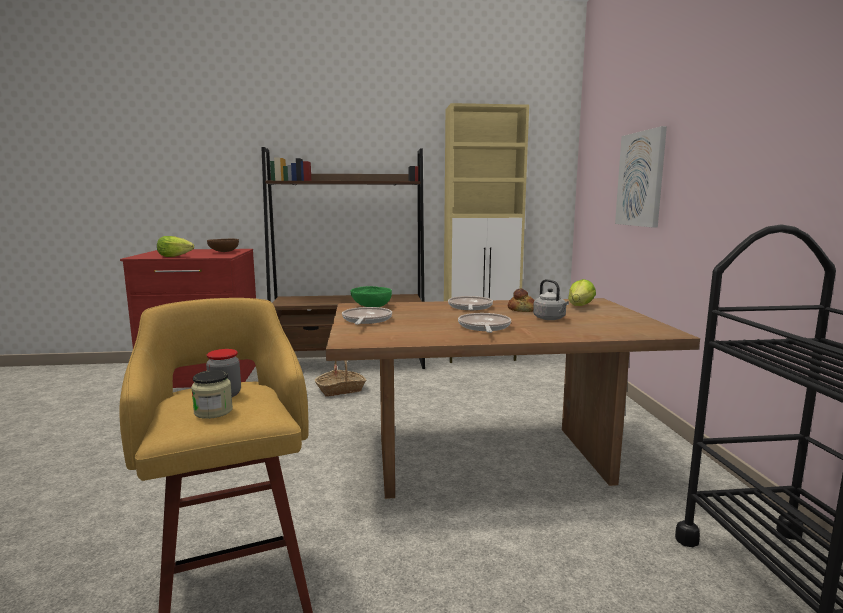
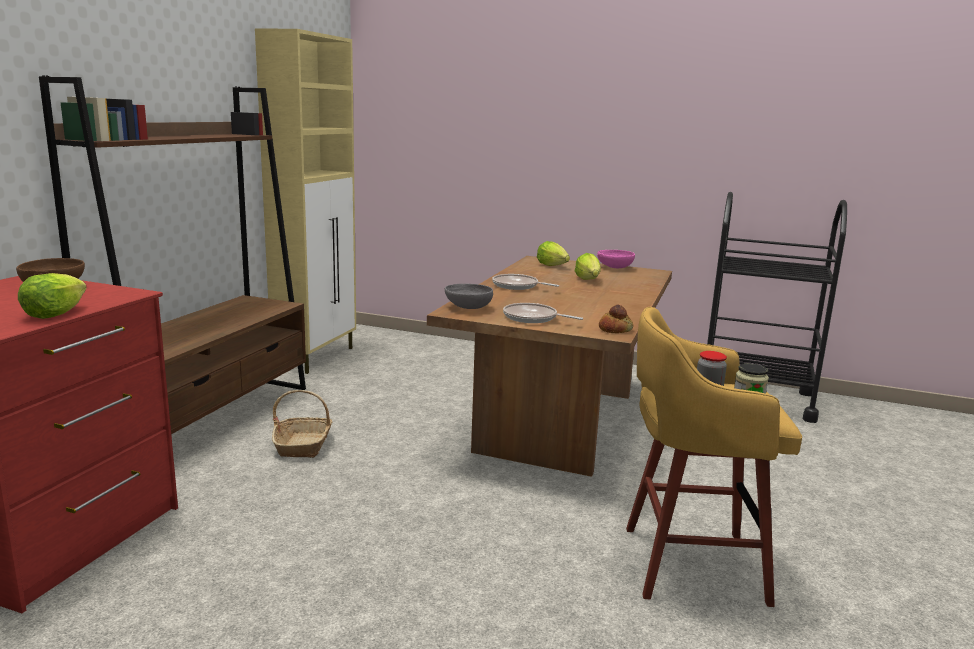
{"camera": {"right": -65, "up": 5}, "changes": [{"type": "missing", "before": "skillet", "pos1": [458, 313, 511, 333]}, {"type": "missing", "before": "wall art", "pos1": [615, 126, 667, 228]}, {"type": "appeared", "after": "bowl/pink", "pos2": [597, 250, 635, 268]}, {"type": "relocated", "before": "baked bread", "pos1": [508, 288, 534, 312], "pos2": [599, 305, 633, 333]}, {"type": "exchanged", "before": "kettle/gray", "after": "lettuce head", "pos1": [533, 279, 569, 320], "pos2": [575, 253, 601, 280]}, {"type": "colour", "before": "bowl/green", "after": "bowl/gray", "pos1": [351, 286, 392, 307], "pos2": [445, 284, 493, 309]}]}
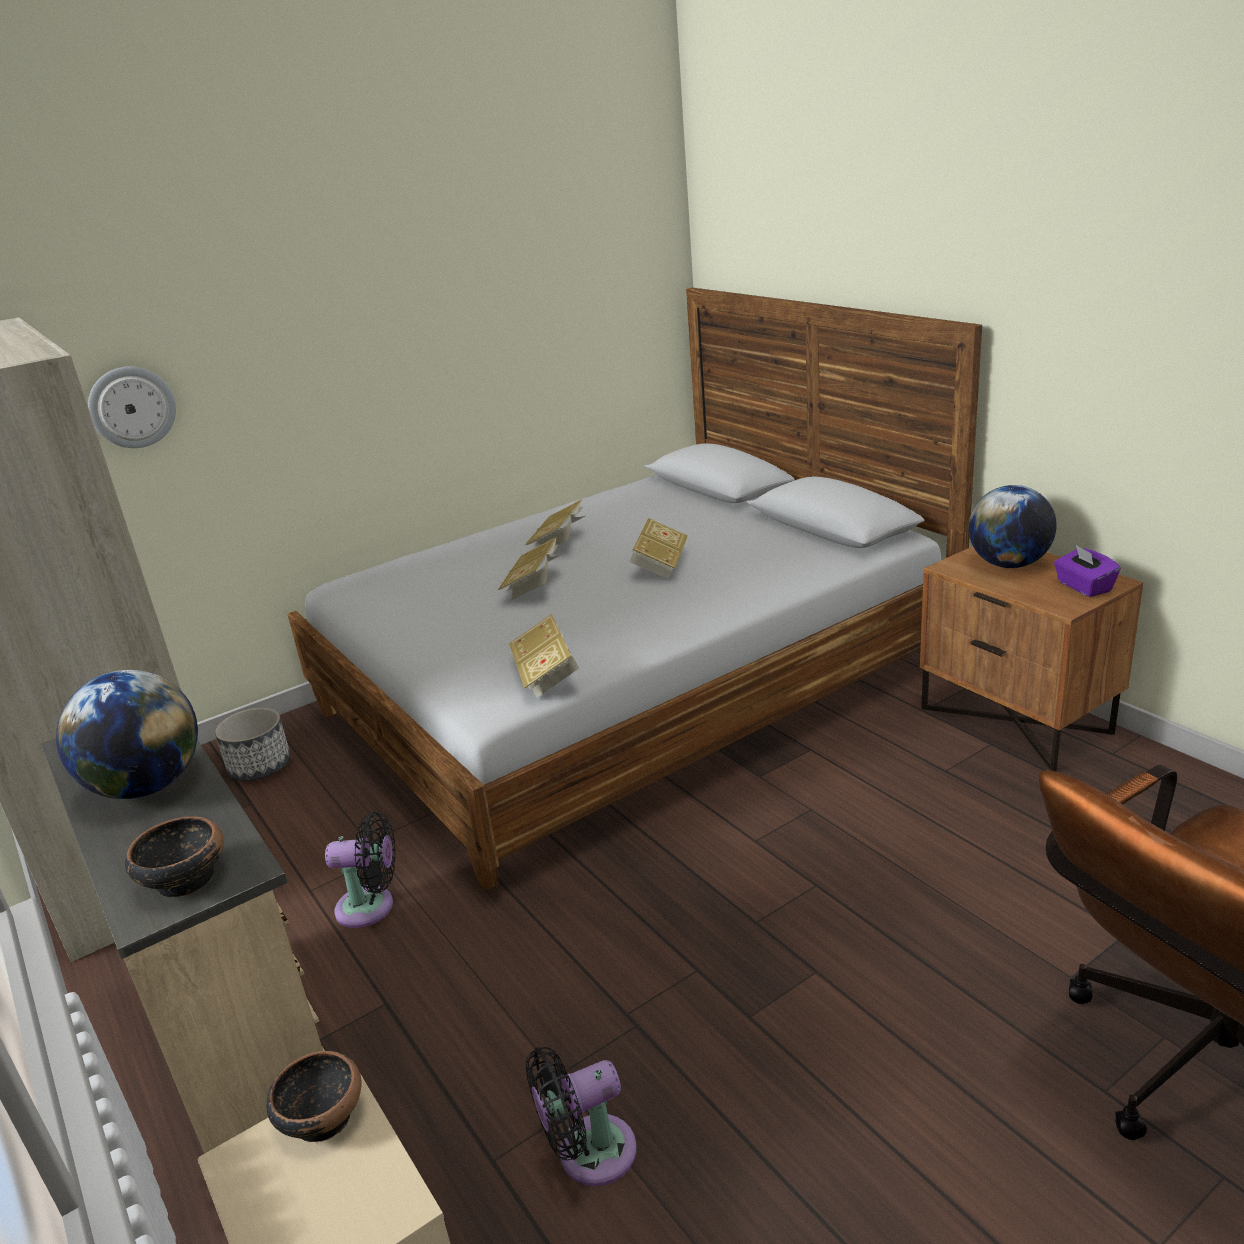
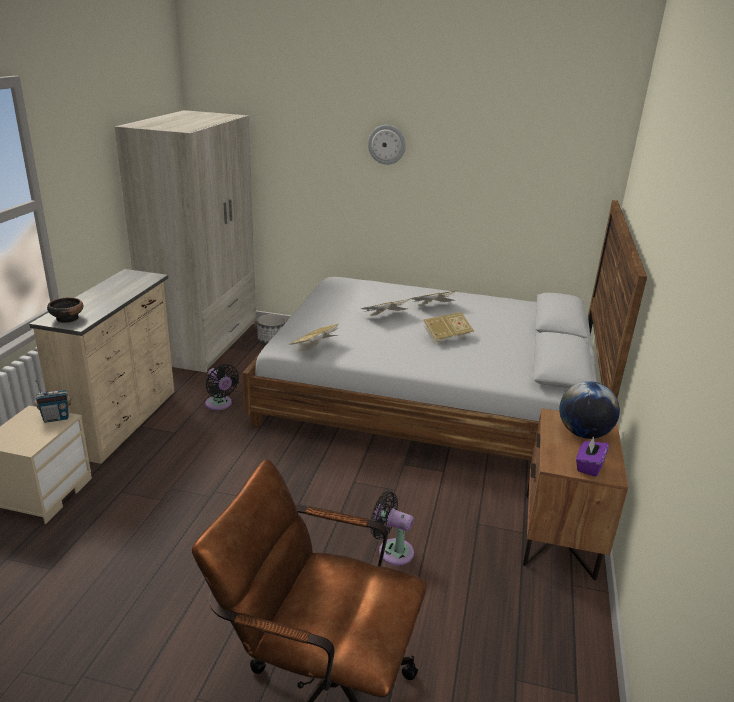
{"camera": {"right": 45, "up": 0}, "changes": [{"type": "missing", "before": "desk globe", "pos1": [56, 670, 198, 799]}, {"type": "relocated", "before": "clock on the wall", "pos1": [88, 367, 176, 448], "pos2": [368, 125, 406, 165]}, {"type": "relocated", "before": "cooling fan/black-coloured", "pos1": [525, 1047, 637, 1186], "pos2": [370, 491, 414, 566]}, {"type": "exchanged", "before": "bowl", "after": "radio set", "pos1": [266, 1051, 361, 1142], "pos2": [34, 380, 71, 423]}]}
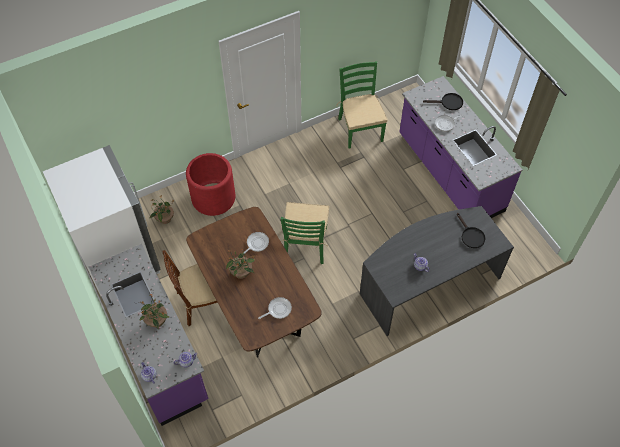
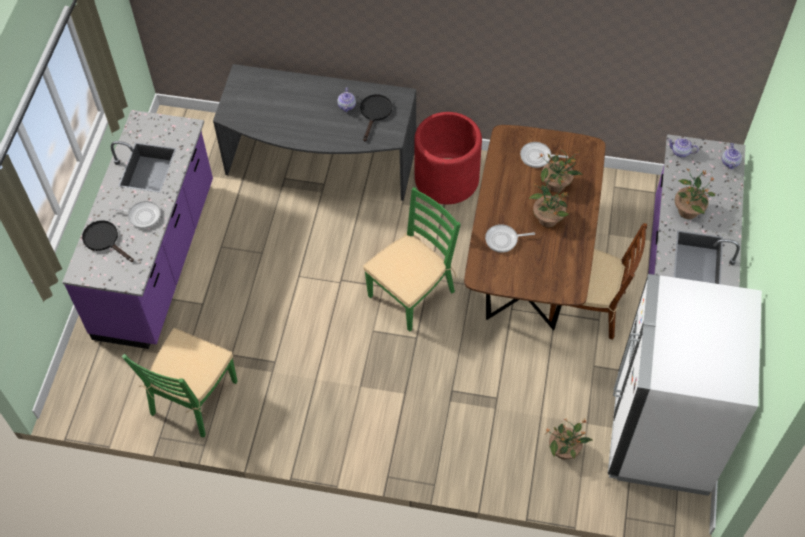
{"camera": {"right": -140, "up": 0}, "changes": [{"type": "appeared", "after": "potted plant", "pos2": [539, 147, 583, 192]}, {"type": "relocated", "before": "plant pot/reddish", "pos1": [186, 153, 235, 216], "pos2": [414, 112, 482, 204]}, {"type": "relocated", "before": "skillet/black-coloured", "pos1": [457, 213, 485, 248], "pos2": [360, 94, 392, 142]}]}
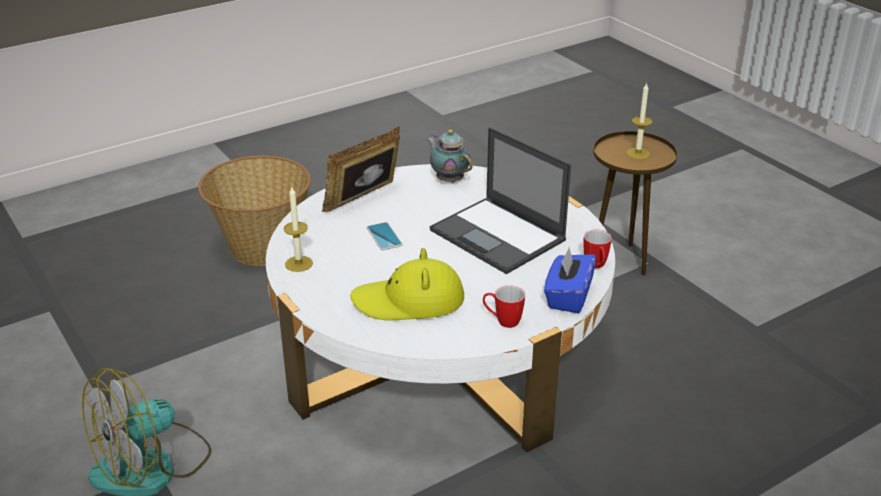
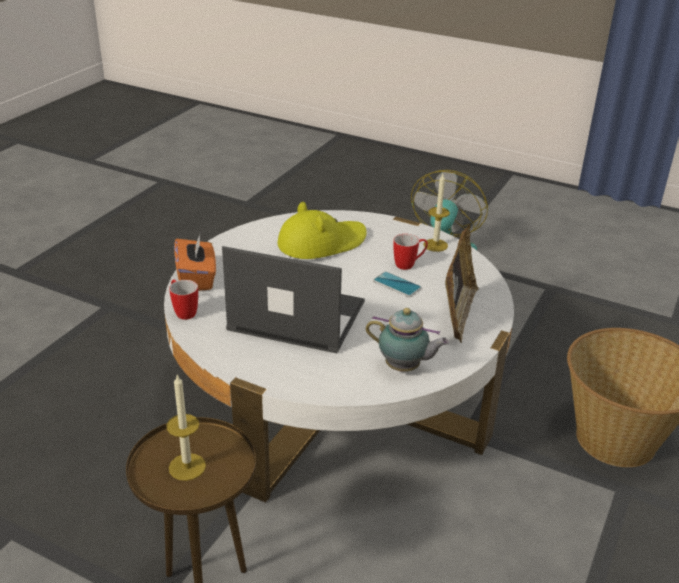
{"camera": {"right": 150, "up": 0}, "changes": [{"type": "relocated", "before": "tea mug", "pos1": [483, 285, 525, 328], "pos2": [393, 234, 428, 270]}, {"type": "colour", "before": "tissue box/bluish", "after": "tissue box/orange", "pos1": [544, 247, 596, 313], "pos2": [174, 234, 216, 291]}]}
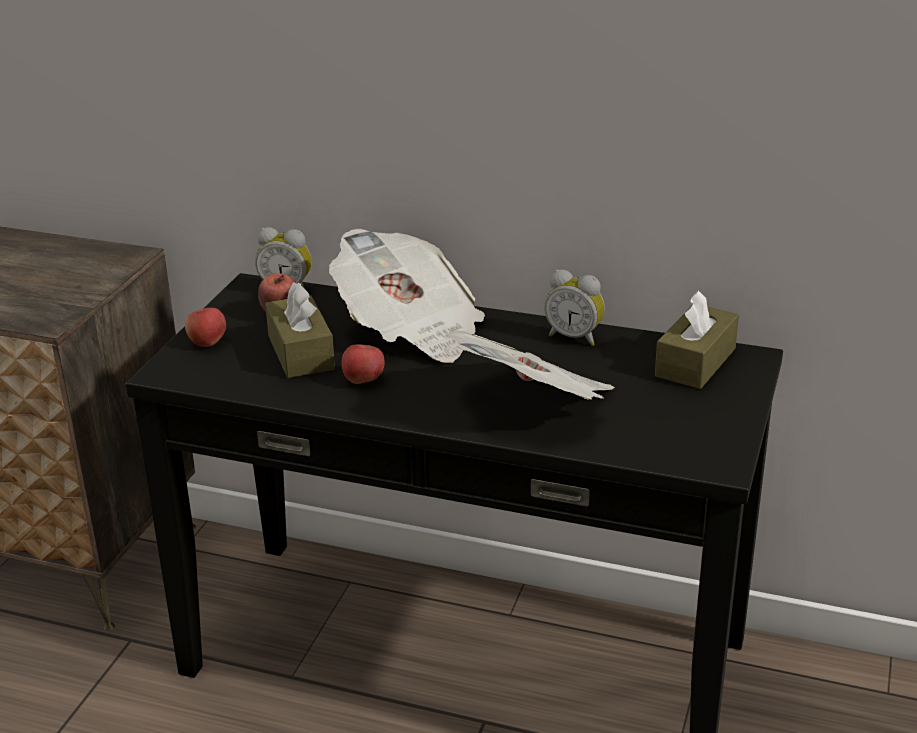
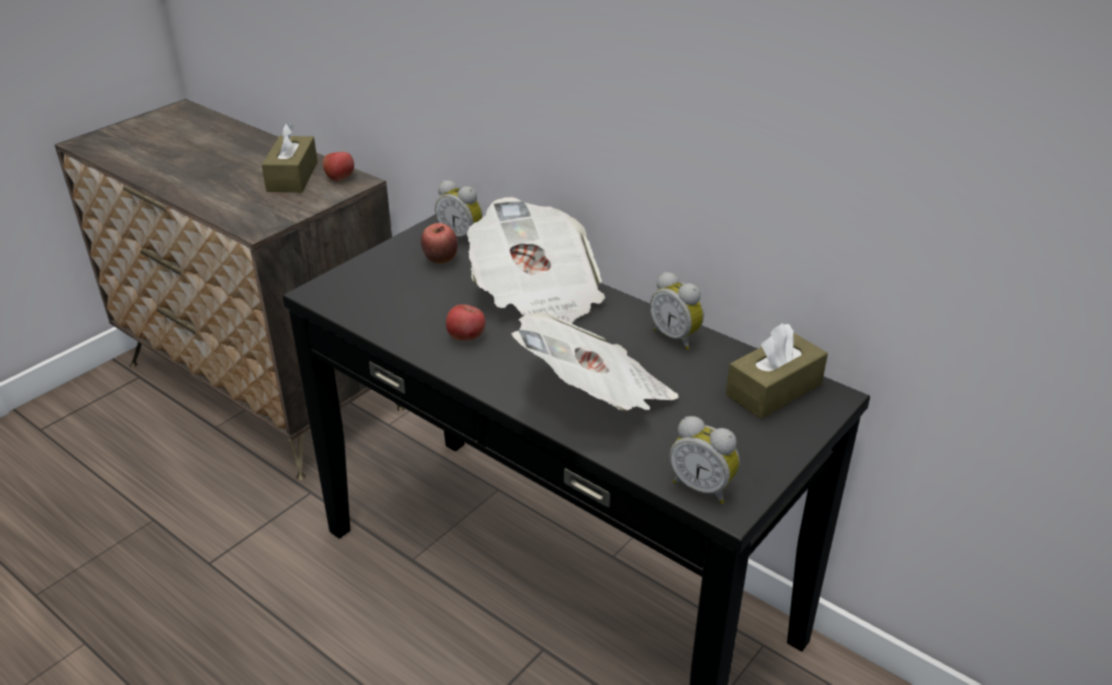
{"camera": {"right": 20, "up": 5}, "changes": [{"type": "appeared", "after": "table clock", "pos2": [669, 416, 740, 504]}, {"type": "relocated", "before": "whole apple", "pos1": [185, 308, 226, 347], "pos2": [323, 152, 354, 181]}, {"type": "relocated", "before": "tissue box/brown", "pos1": [265, 282, 335, 378], "pos2": [262, 123, 318, 192]}]}
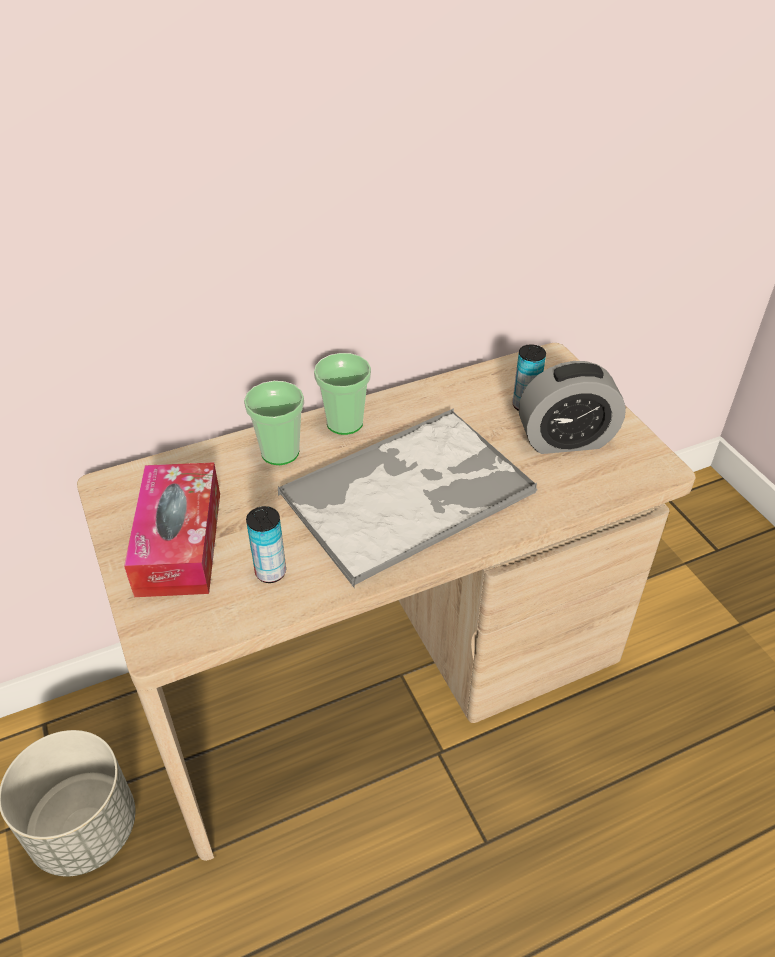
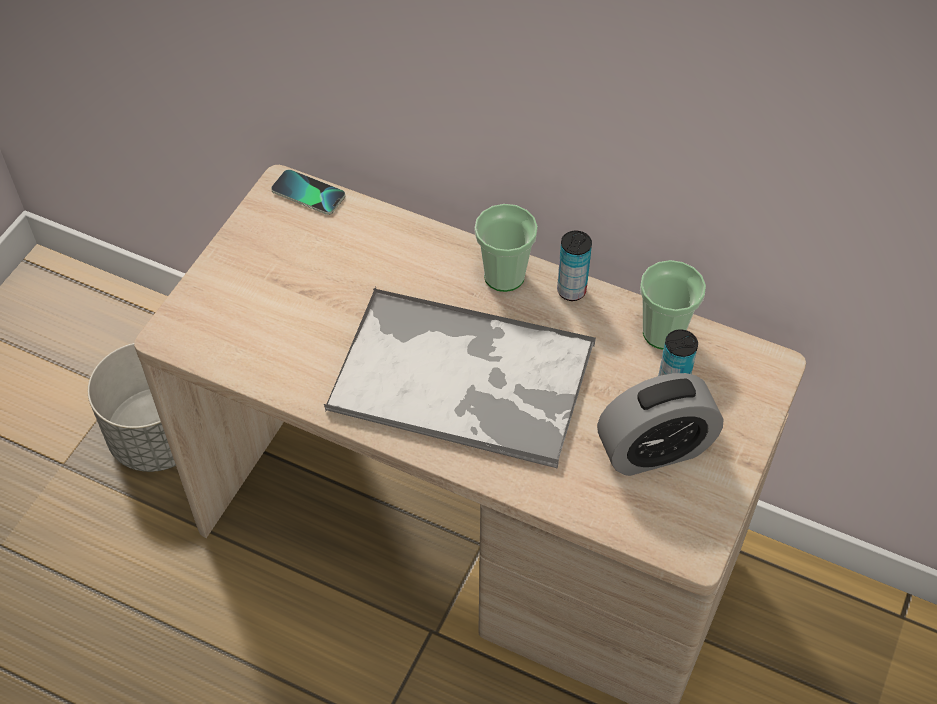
{"camera": {"right": 50, "up": 10}, "changes": [{"type": "missing", "before": "tissue box", "pos1": [124, 462, 220, 597]}, {"type": "appeared", "after": "telephone", "pos2": [271, 169, 345, 215]}, {"type": "relocated", "before": "small cup", "pos1": [244, 381, 304, 465], "pos2": [640, 260, 706, 350]}, {"type": "relocated", "before": "sealed can", "pos1": [246, 506, 286, 583], "pos2": [557, 231, 592, 301]}, {"type": "spun", "before": "table clock", "pos1": [519, 361, 626, 454], "pos2": [597, 373, 724, 476], "turn": -60}]}
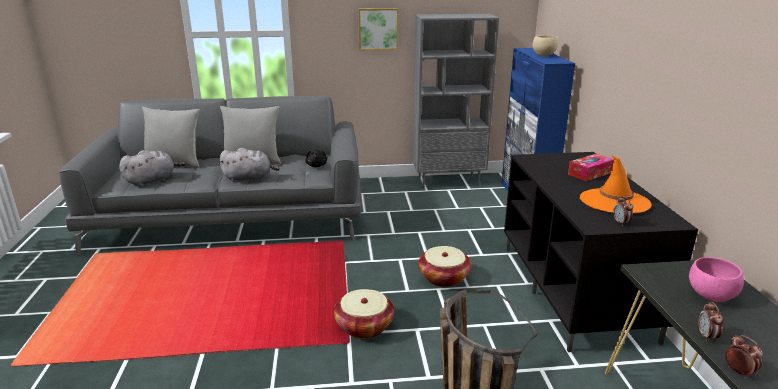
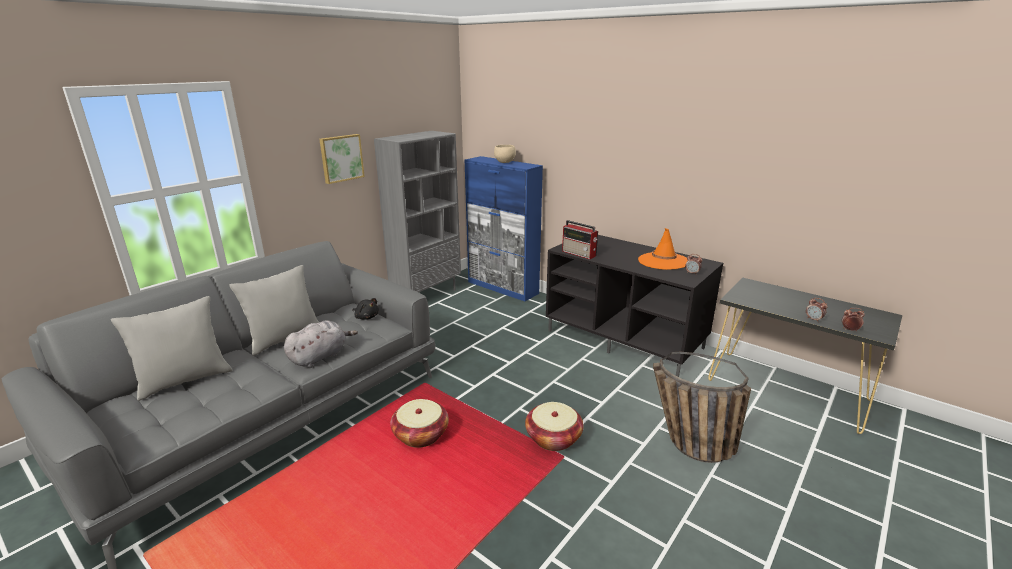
{"camera": {"right": -45, "up": 0}, "changes": [{"type": "missing", "before": "cuddly toy/gray", "pos1": [119, 150, 186, 187]}, {"type": "missing", "before": "tissue box", "pos1": [568, 154, 614, 181]}, {"type": "missing", "before": "bowl/pink", "pos1": [689, 257, 744, 302]}, {"type": "appeared", "after": "radio set", "pos2": [562, 220, 598, 259]}, {"type": "relocated", "before": "storage basket", "pos1": [418, 246, 471, 287], "pos2": [390, 399, 449, 448]}]}
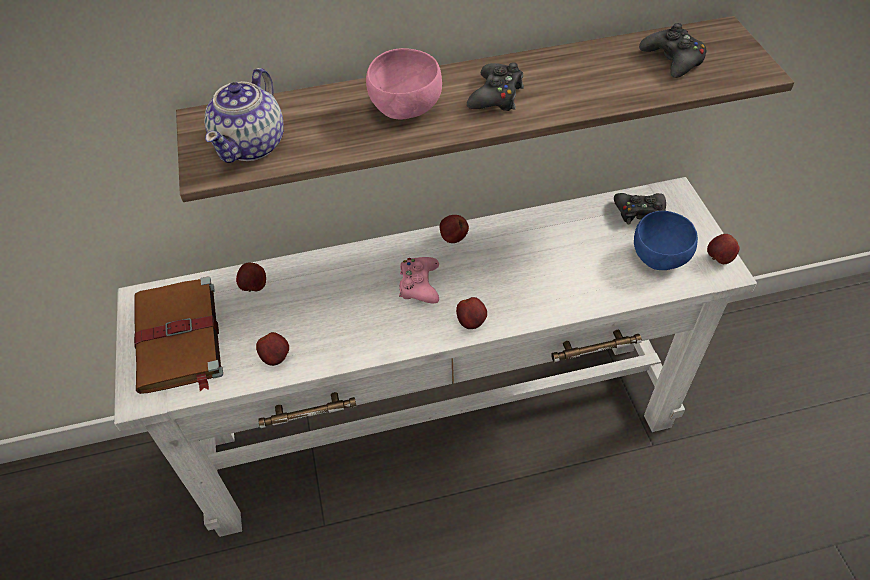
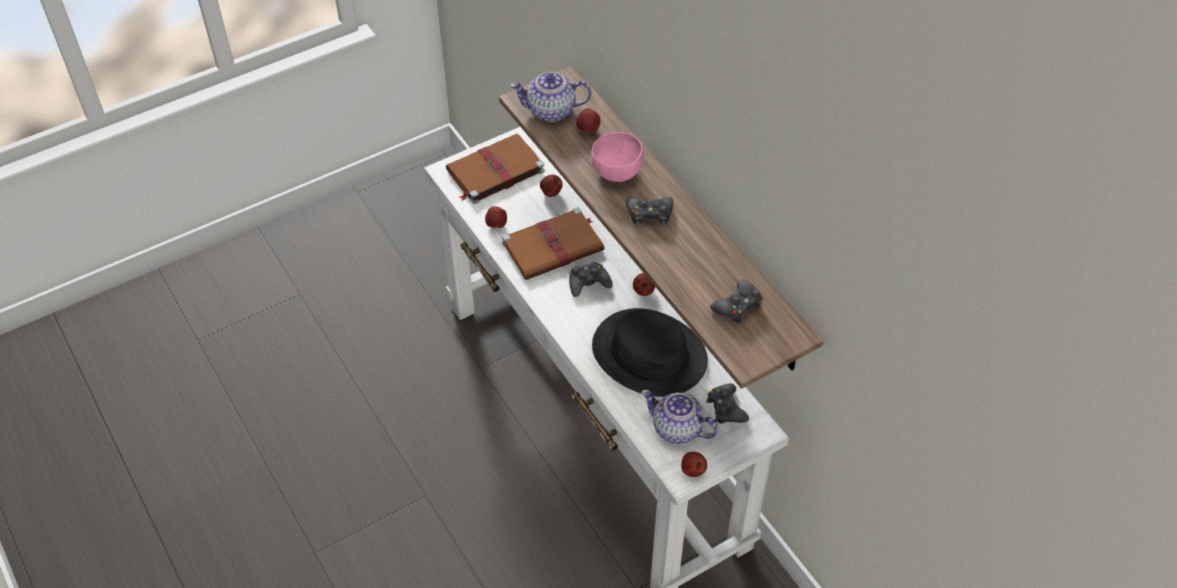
{"camera": {"right": 70, "up": 0}, "changes": [{"type": "appeared", "after": "volume/brown", "pos2": [502, 207, 605, 280]}, {"type": "appeared", "after": "wearable hat/black-coloured", "pos2": [592, 308, 708, 397]}, {"type": "relocated", "before": "whole apple", "pos1": [456, 297, 487, 329], "pos2": [576, 108, 600, 133]}, {"type": "exchanged", "before": "bowl/bluish", "after": "tea pot", "pos1": [634, 211, 698, 270], "pos2": [641, 390, 718, 444]}, {"type": "colour", "before": "joypad/pink", "after": "joypad/black-coloured", "pos1": [399, 257, 439, 303], "pos2": [569, 262, 613, 297]}]}
